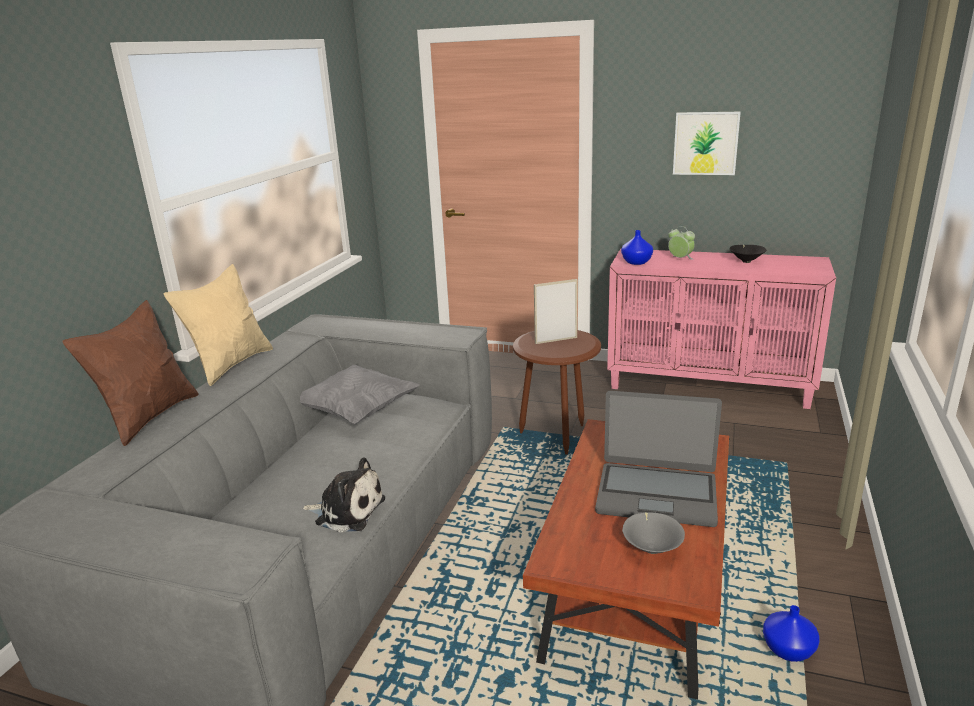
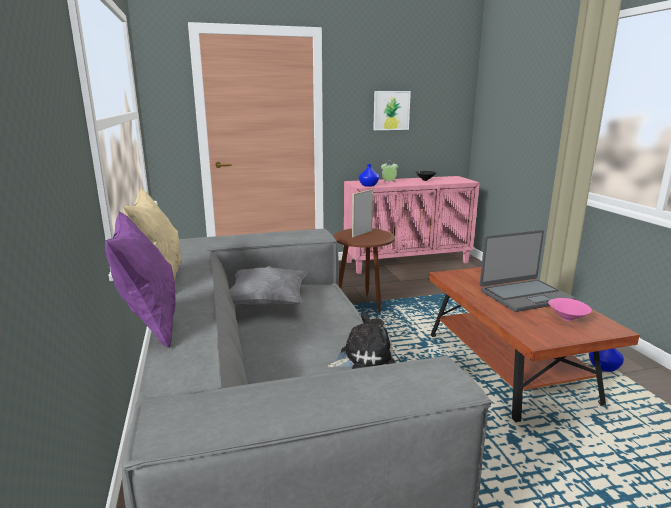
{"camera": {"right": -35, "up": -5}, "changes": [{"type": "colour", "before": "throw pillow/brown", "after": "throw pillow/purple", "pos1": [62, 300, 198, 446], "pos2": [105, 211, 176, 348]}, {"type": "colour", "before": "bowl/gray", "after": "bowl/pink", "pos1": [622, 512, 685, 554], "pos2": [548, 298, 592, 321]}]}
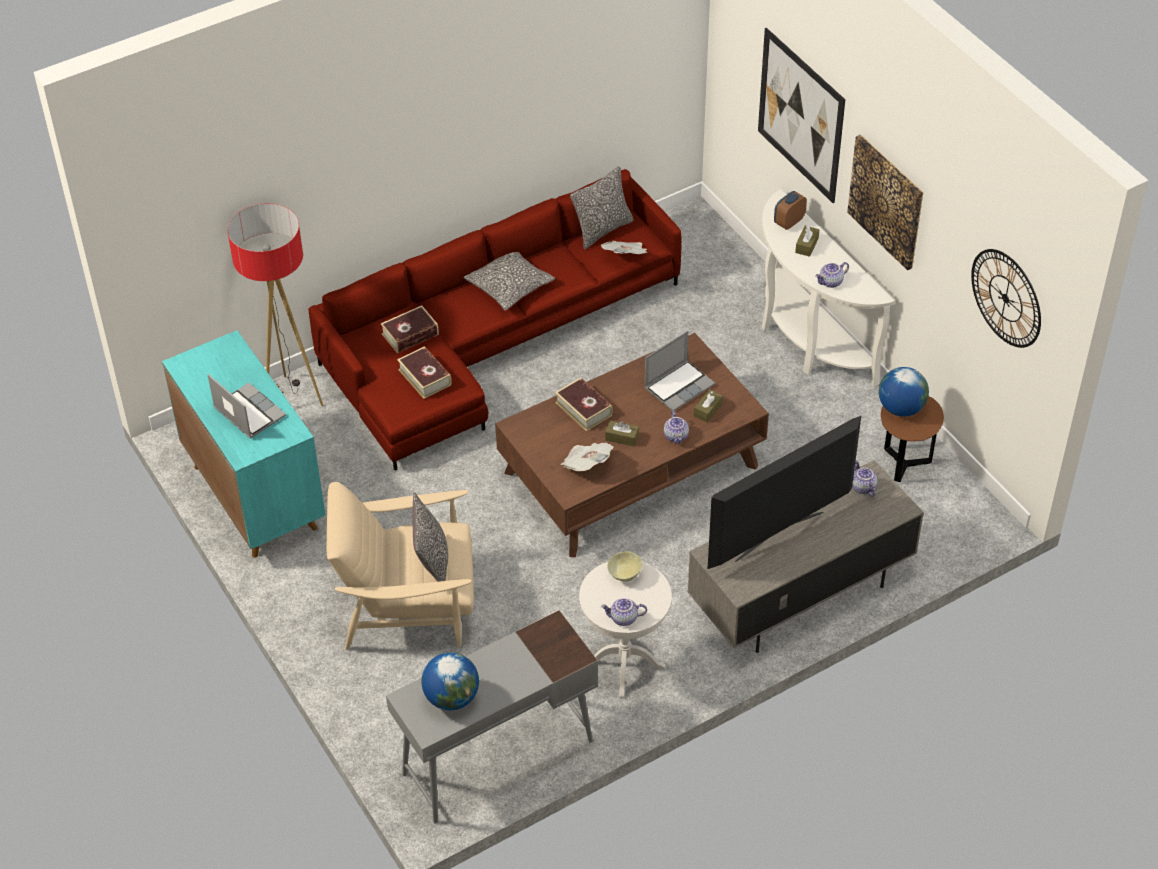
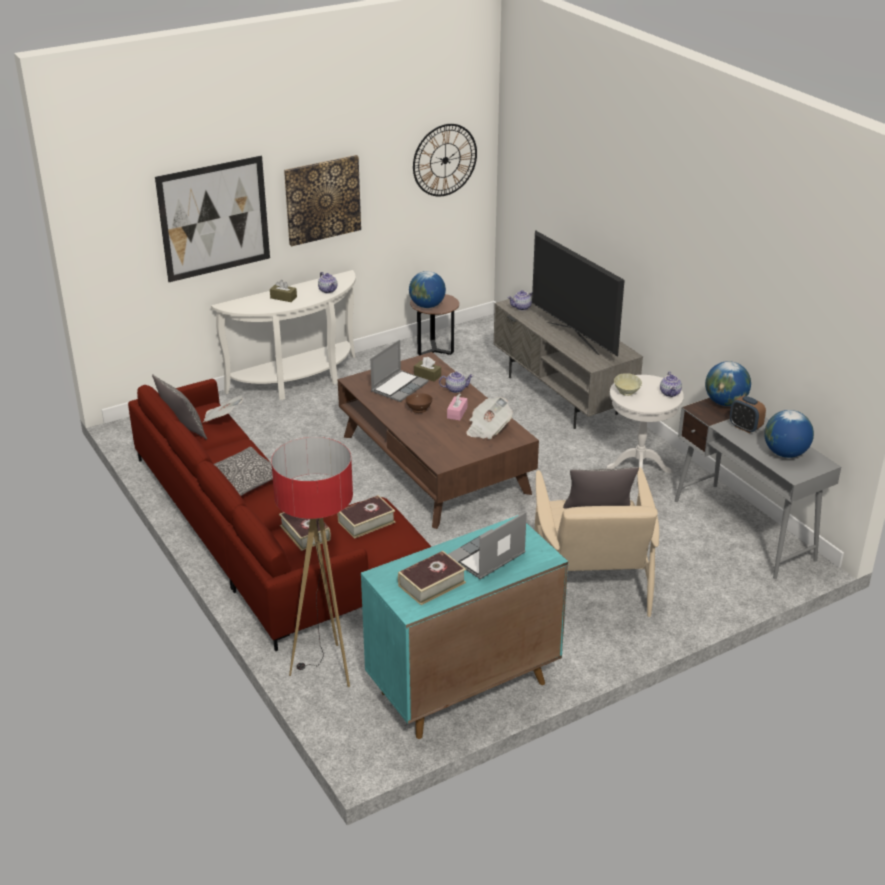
{"camera": {"right": -90, "up": -15}, "changes": [{"type": "appeared", "after": "bowl/brown", "pos2": [405, 393, 433, 413]}, {"type": "appeared", "after": "desk globe", "pos2": [705, 361, 751, 406]}, {"type": "relocated", "before": "volume", "pos1": [555, 378, 613, 431], "pos2": [398, 551, 466, 605]}, {"type": "relocated", "before": "table clock", "pos1": [774, 191, 807, 230], "pos2": [730, 396, 766, 433]}, {"type": "colour", "before": "tissue box/brown", "after": "tissue box/pink", "pos1": [605, 420, 639, 447], "pos2": [447, 394, 467, 421]}, {"type": "spun", "before": "notebook computer", "pos1": [644, 331, 715, 411], "pos2": [370, 340, 428, 402], "turn": 75}]}
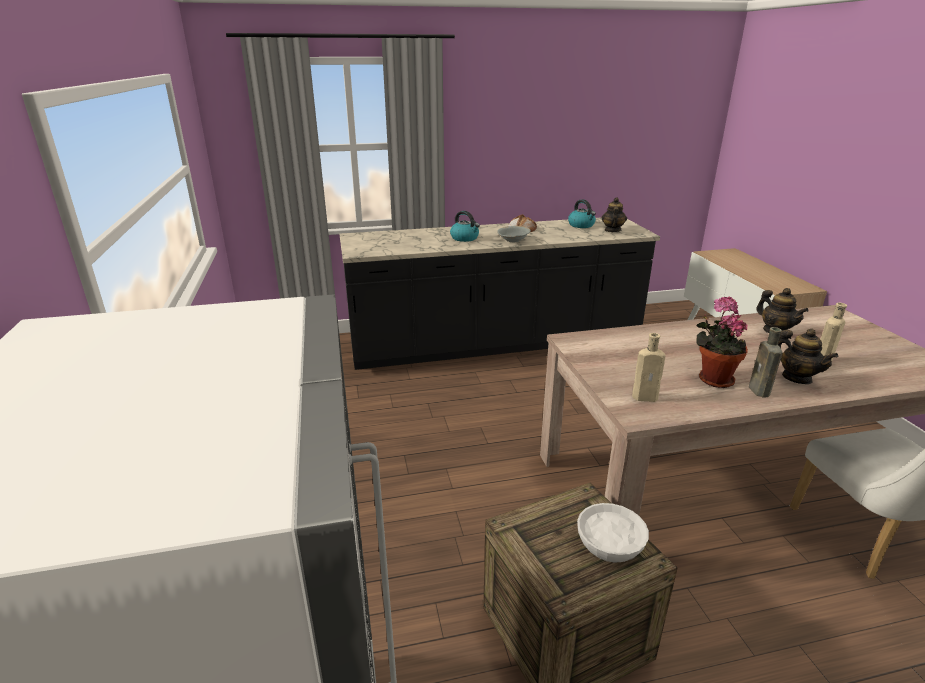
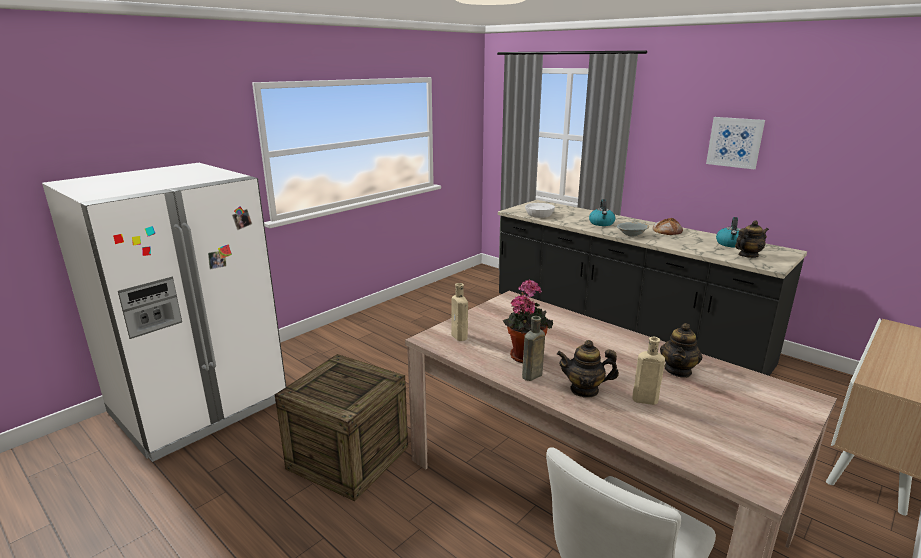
{"camera": {"right": 55, "up": -5}, "changes": [{"type": "appeared", "after": "wall art", "pos2": [706, 117, 765, 170]}, {"type": "relocated", "before": "bowl/white", "pos1": [577, 503, 649, 563], "pos2": [525, 203, 555, 218]}, {"type": "spun", "before": "tea pot", "pos1": [778, 329, 838, 384], "pos2": [557, 340, 619, 398], "turn": 75}]}
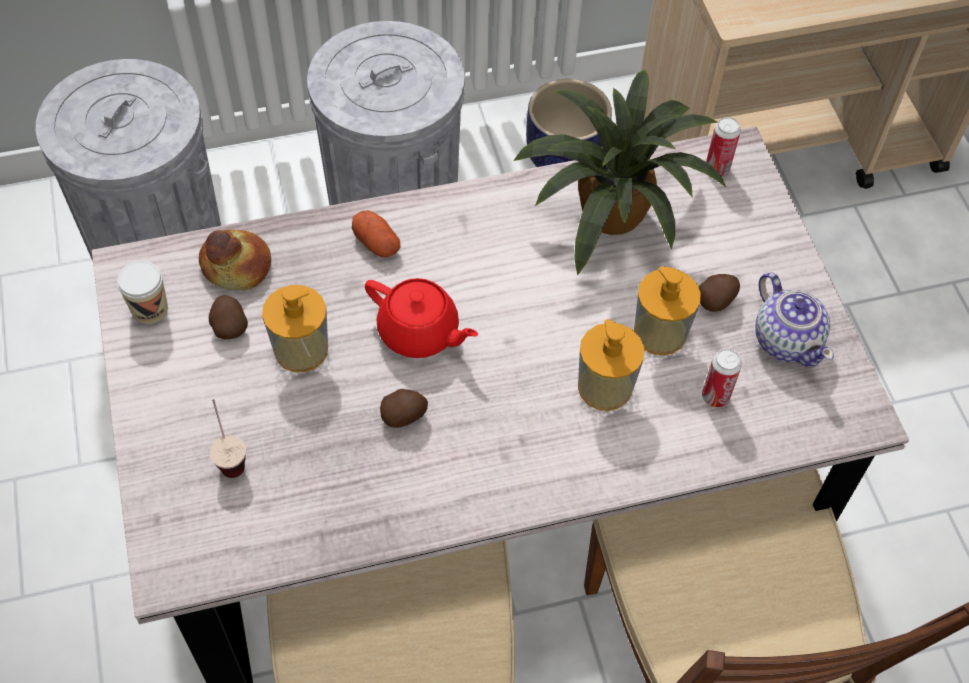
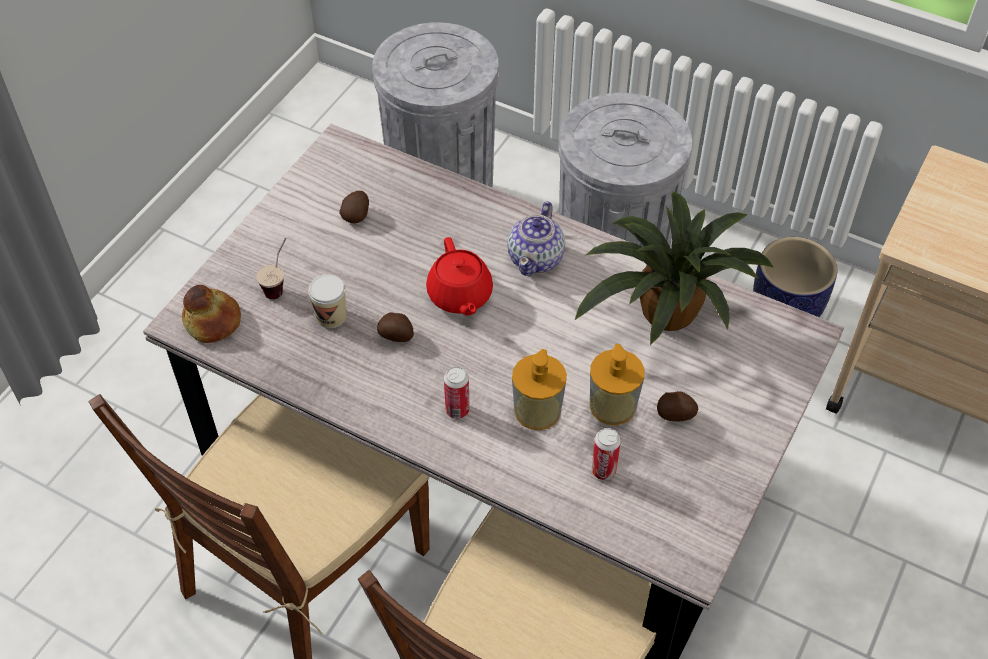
{"camera": {"right": 45, "up": -5}, "changes": [{"type": "missing", "before": "liquid soap bottle", "pos1": [262, 285, 328, 372]}, {"type": "missing", "before": "spud", "pos1": [352, 210, 401, 258]}, {"type": "relocated", "before": "small cup", "pos1": [117, 261, 168, 324], "pos2": [308, 274, 346, 328]}, {"type": "relocated", "before": "baked bread", "pos1": [199, 229, 271, 291], "pos2": [182, 285, 241, 343]}, {"type": "relocated", "before": "sealed can", "pos1": [706, 117, 741, 176], "pos2": [444, 367, 470, 419]}, {"type": "relocated", "before": "tea pot", "pos1": [756, 272, 834, 367], "pos2": [507, 201, 565, 276]}]}
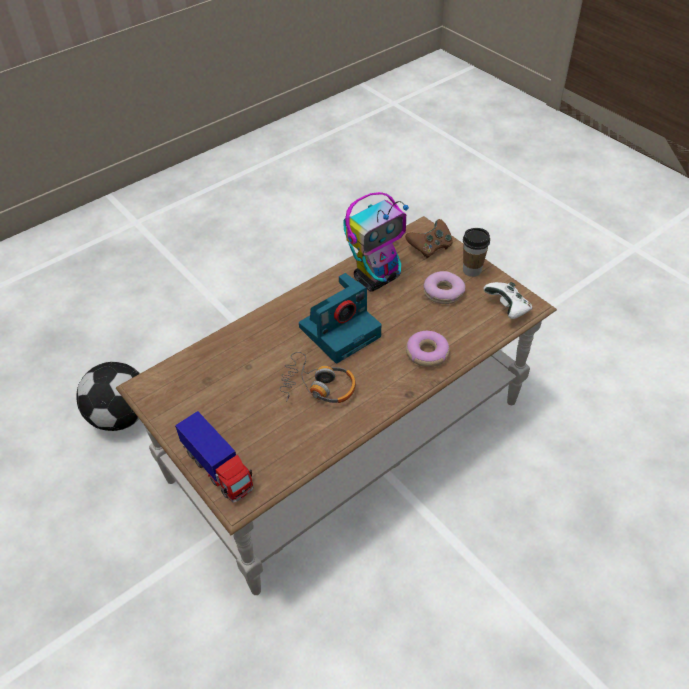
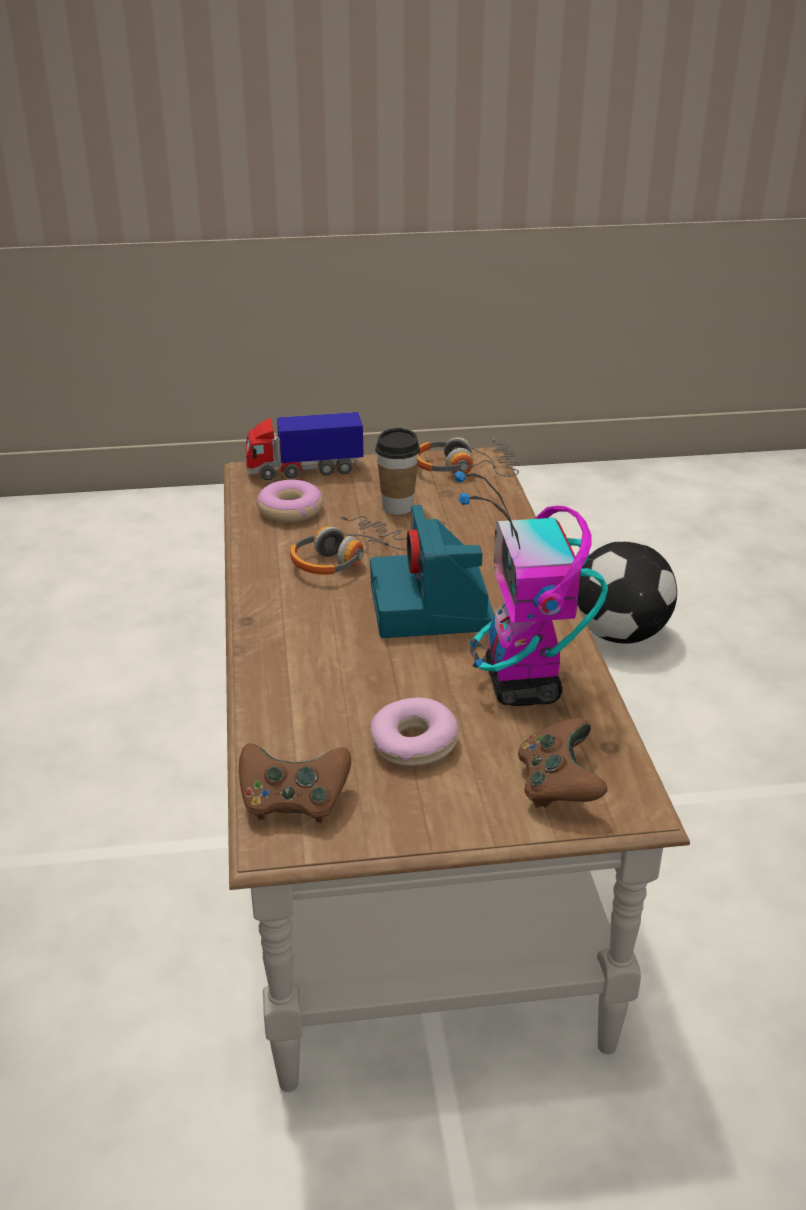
{"camera": {"right": 120, "up": -15}, "changes": [{"type": "appeared", "after": "headphones", "pos2": [417, 437, 520, 477]}, {"type": "relocated", "before": "doughnut", "pos1": [406, 331, 450, 367], "pos2": [256, 480, 323, 523]}, {"type": "relocated", "before": "small cup", "pos1": [463, 228, 490, 277], "pos2": [375, 428, 420, 515]}, {"type": "colour", "before": "joypad/white", "after": "joypad/brown", "pos1": [484, 282, 532, 319], "pos2": [239, 743, 351, 823]}]}
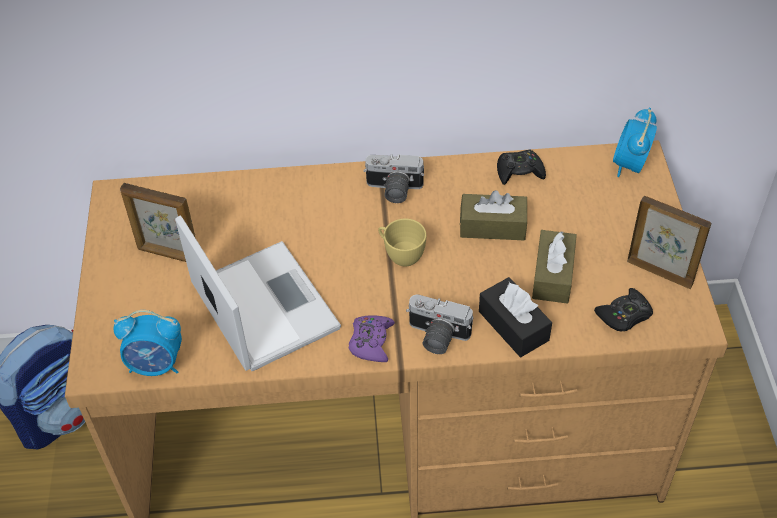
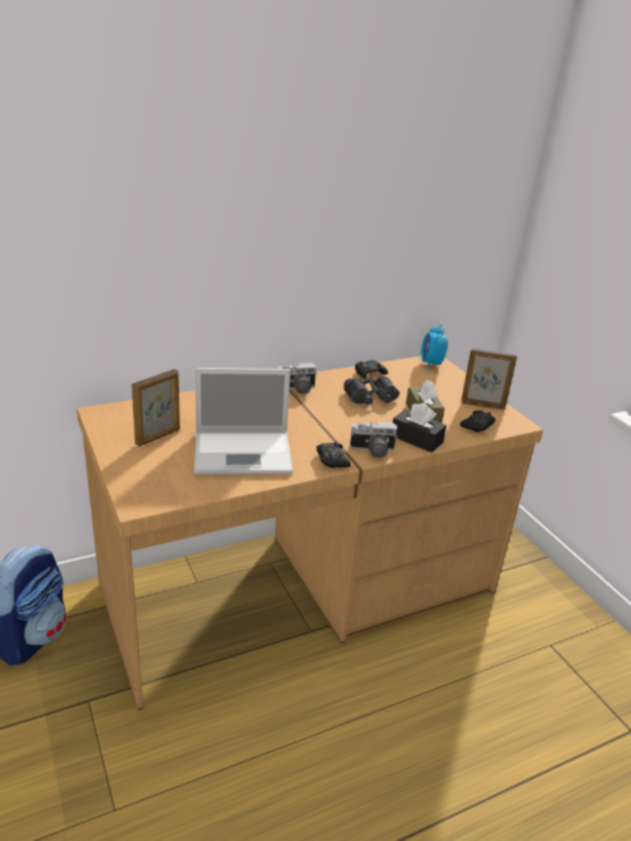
{"camera": {"right": -25, "up": -20}, "changes": [{"type": "missing", "before": "table clock", "pos1": [114, 310, 182, 376]}, {"type": "missing", "before": "small cup/yellow-coloured", "pos1": [378, 219, 426, 266]}, {"type": "exchanged", "before": "tissue box/brown", "after": "field glasses/black-coloured", "pos1": [460, 190, 527, 240], "pos2": [344, 376, 400, 405]}, {"type": "colour", "before": "joypad/purple", "after": "joypad/black-coloured", "pos1": [349, 315, 395, 362], "pos2": [316, 442, 351, 468]}, {"type": "spun", "before": "picture frame", "pos1": [120, 183, 195, 262], "pos2": [132, 369, 180, 447], "turn": -45}, {"type": "spun", "before": "notebook computer", "pos1": [175, 215, 341, 371], "pos2": [194, 368, 293, 474], "turn": 135}]}
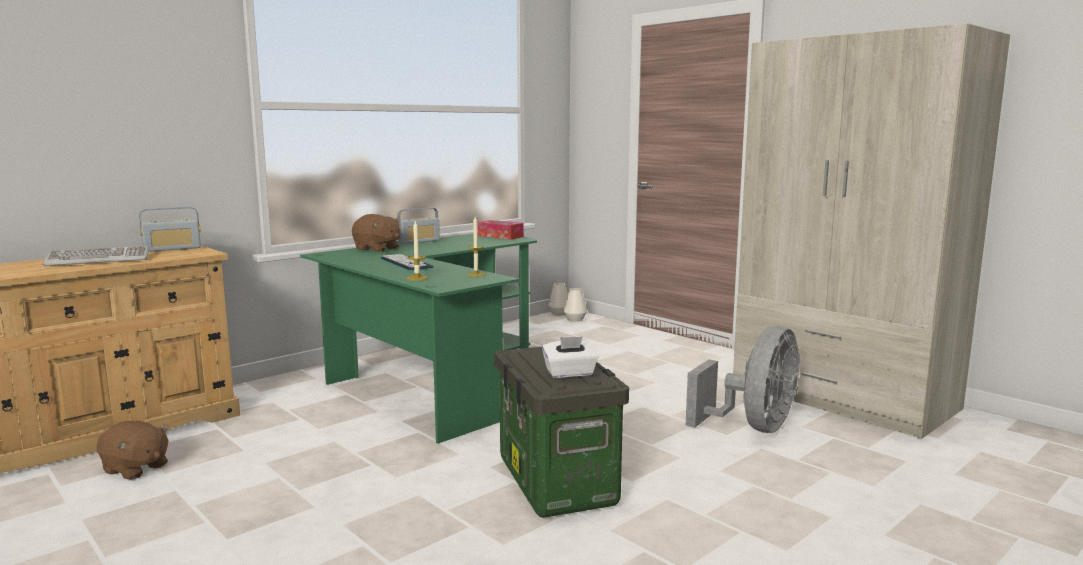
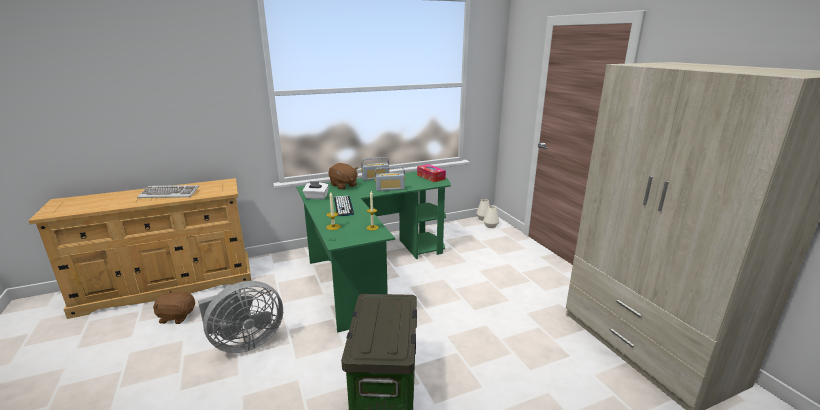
{"camera": {"right": 20, "up": 10}, "changes": [{"type": "relocated", "before": "radio set", "pos1": [139, 207, 201, 252], "pos2": [375, 166, 405, 191]}, {"type": "relocated", "before": "tissue box/white", "pos1": [542, 336, 599, 378], "pos2": [303, 181, 329, 200]}, {"type": "relocated", "before": "cooling fan/gray", "pos1": [686, 326, 800, 433], "pos2": [198, 281, 283, 353]}, {"type": "spun", "before": "cuddly toy/brown", "pos1": [96, 421, 169, 480], "pos2": [153, 290, 195, 324], "turn": 135}]}
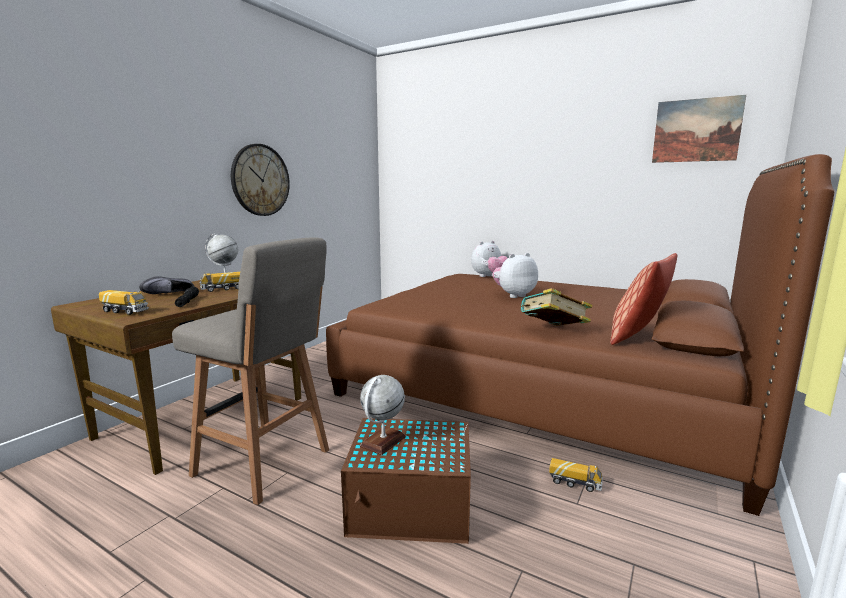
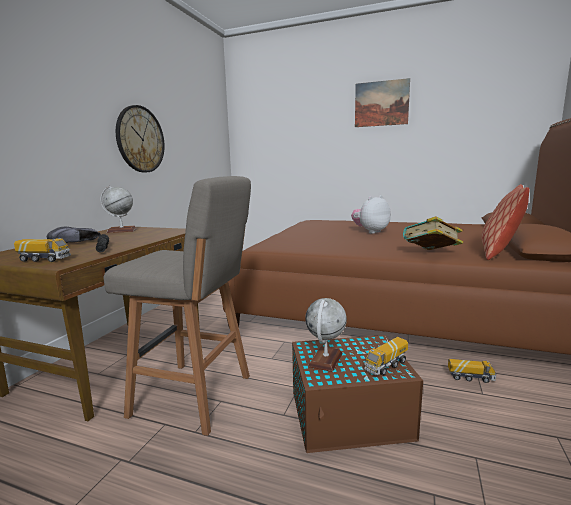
{"camera": {"right": -10, "up": 0}, "changes": [{"type": "missing", "before": "cuddly toy", "pos1": [471, 241, 507, 277]}, {"type": "relocated", "before": "toy truck", "pos1": [200, 272, 240, 292], "pos2": [364, 337, 408, 376]}, {"type": "relocated", "before": "wall art", "pos1": [652, 95, 746, 163], "pos2": [355, 78, 410, 127]}]}
